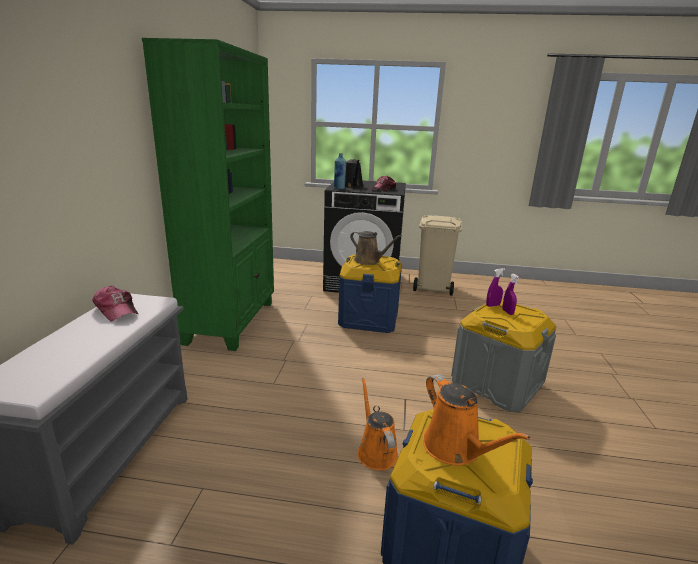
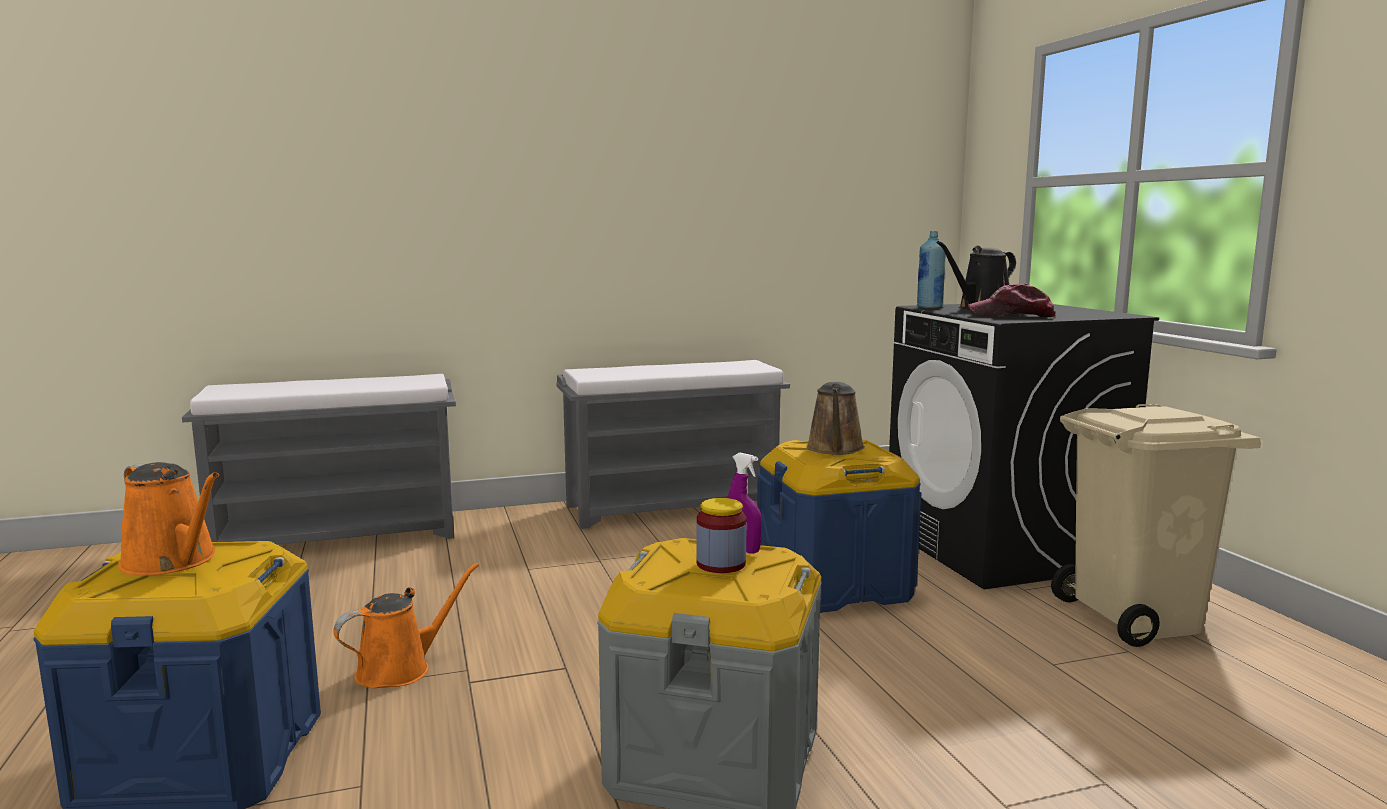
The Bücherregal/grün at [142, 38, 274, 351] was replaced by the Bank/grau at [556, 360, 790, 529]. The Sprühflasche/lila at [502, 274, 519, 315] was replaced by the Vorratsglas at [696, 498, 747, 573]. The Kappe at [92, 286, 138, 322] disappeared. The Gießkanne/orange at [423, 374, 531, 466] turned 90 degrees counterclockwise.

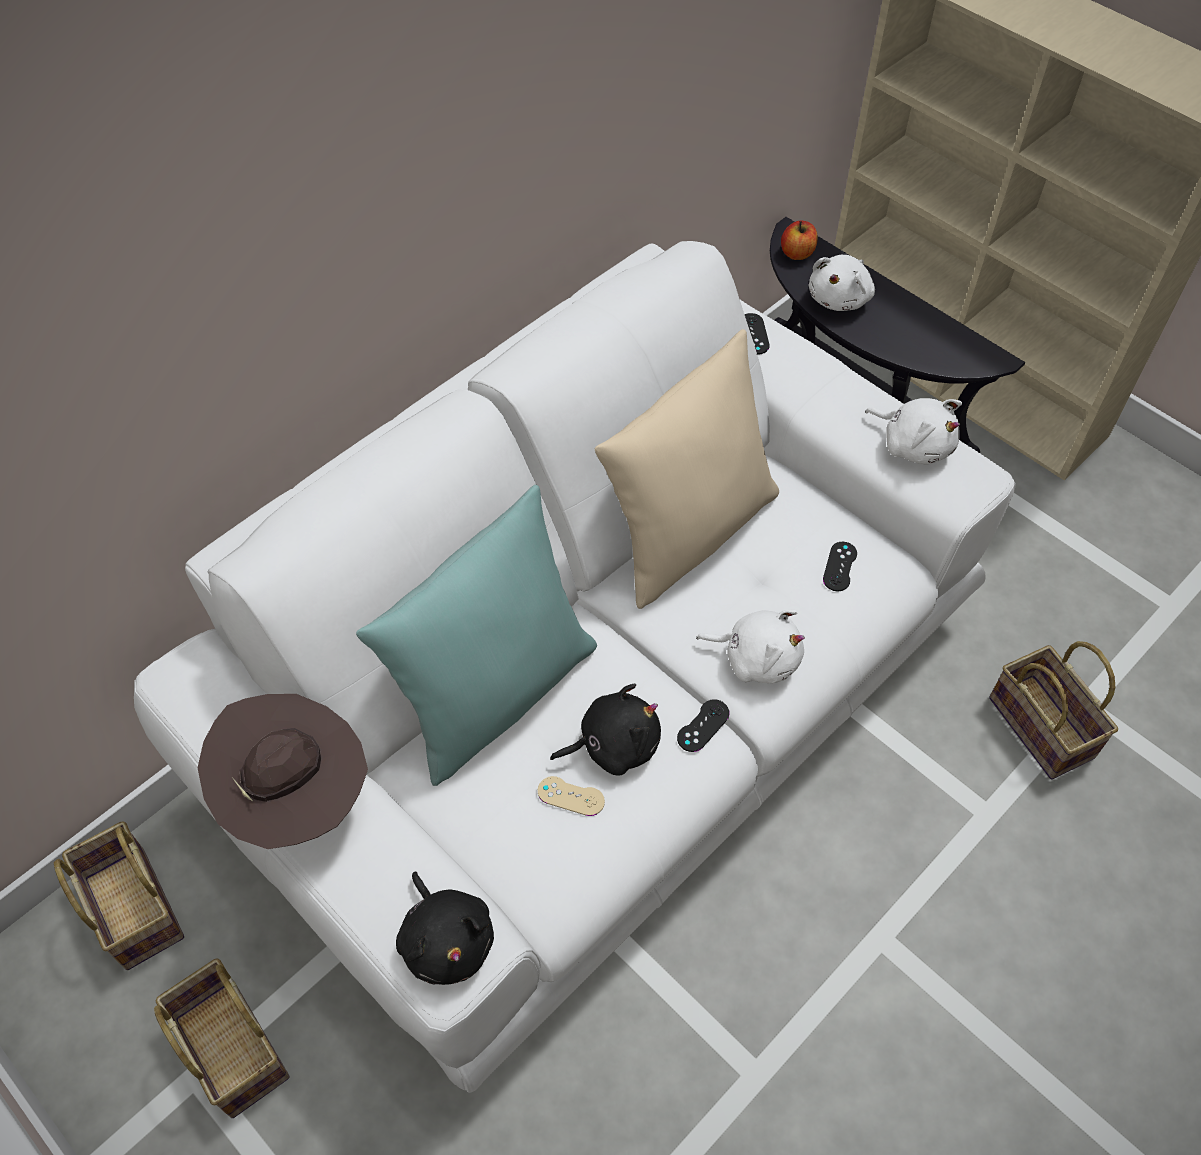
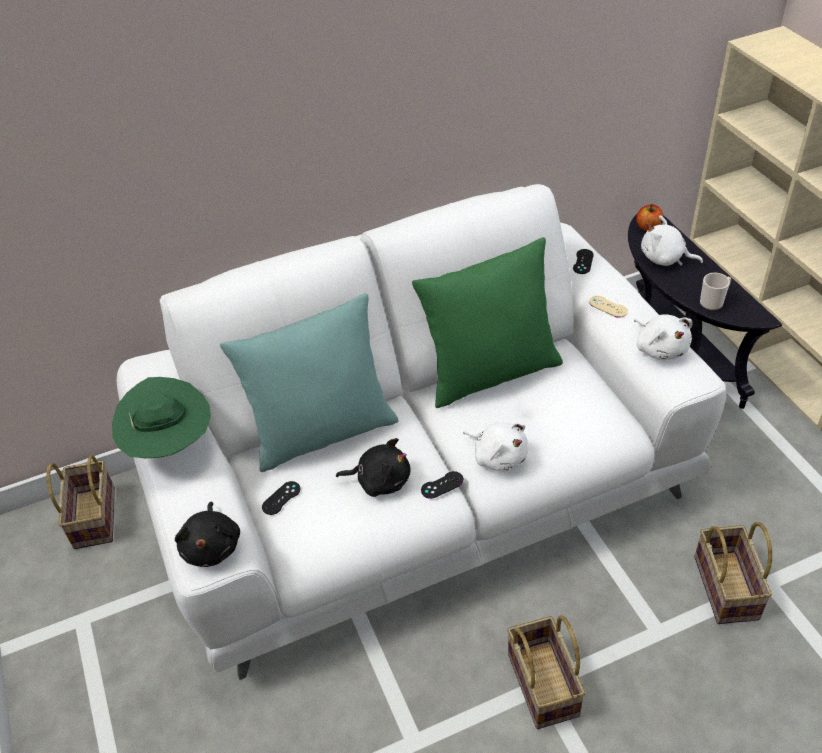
The Plüschtier/weiß at [808, 255, 875, 311] turned 60 degrees clockwise. The Kissen/beige at [595, 329, 779, 609] became the Kissen/grün at [412, 237, 563, 408]. The Gamepad/schwarz moved from [823, 542, 857, 591] to [262, 481, 300, 515]. The Hut/braun at [198, 694, 368, 849] became the Hut/grün at [112, 377, 211, 458]. The Gamepad/beige moved from [538, 776, 605, 816] to [589, 296, 628, 318]. The Korb moved from [154, 958, 290, 1118] to [507, 615, 585, 729]. The Henkelbecher at [700, 273, 731, 310] appeared.

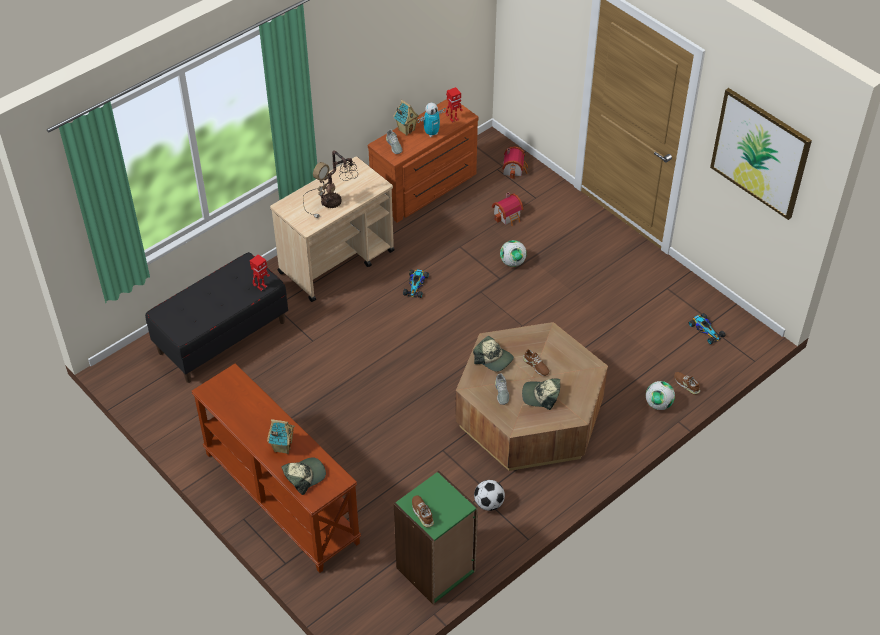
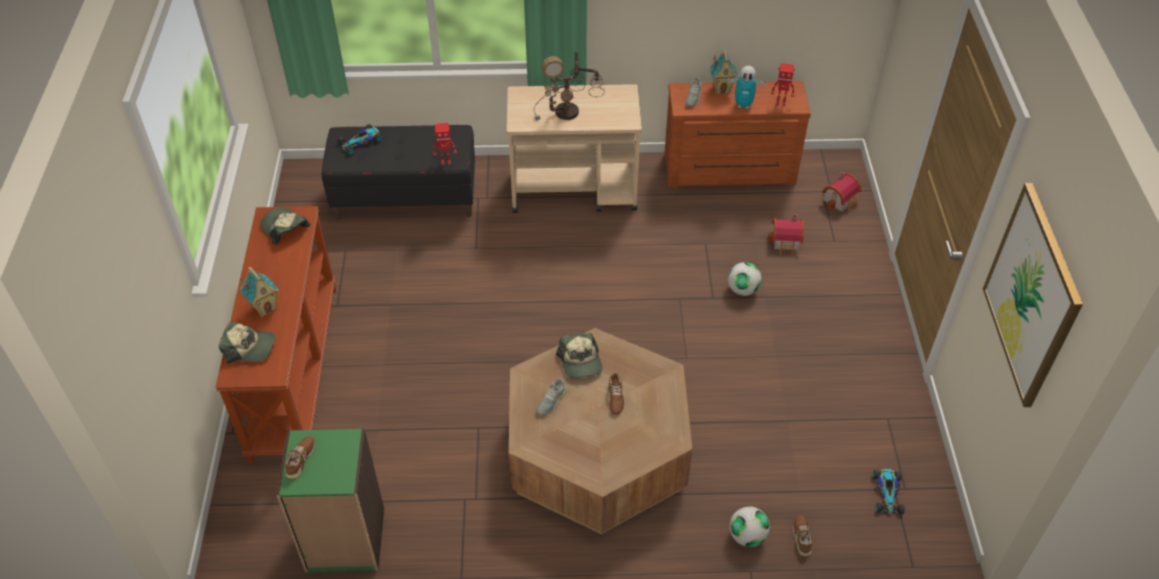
The Spielzeugauto moved from [403, 269, 429, 298] to [337, 124, 383, 155]. The Kappe moved from [522, 378, 560, 410] to [260, 207, 310, 245]. The Fußball at [474, 480, 505, 511] disappeared.

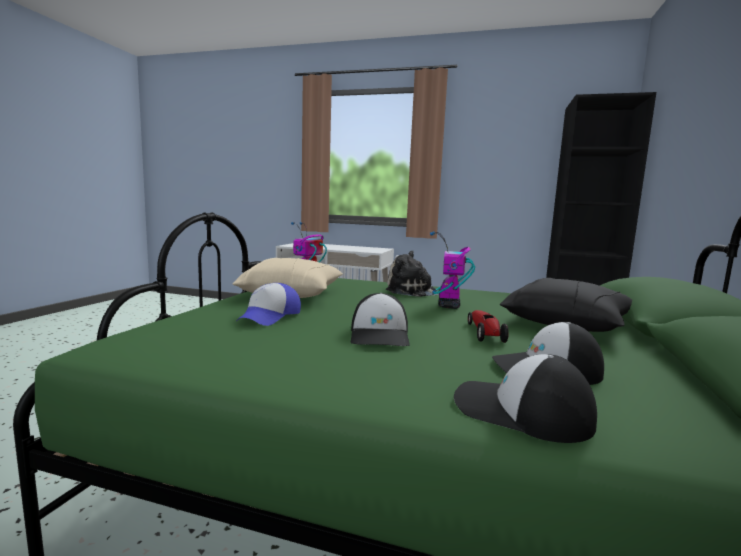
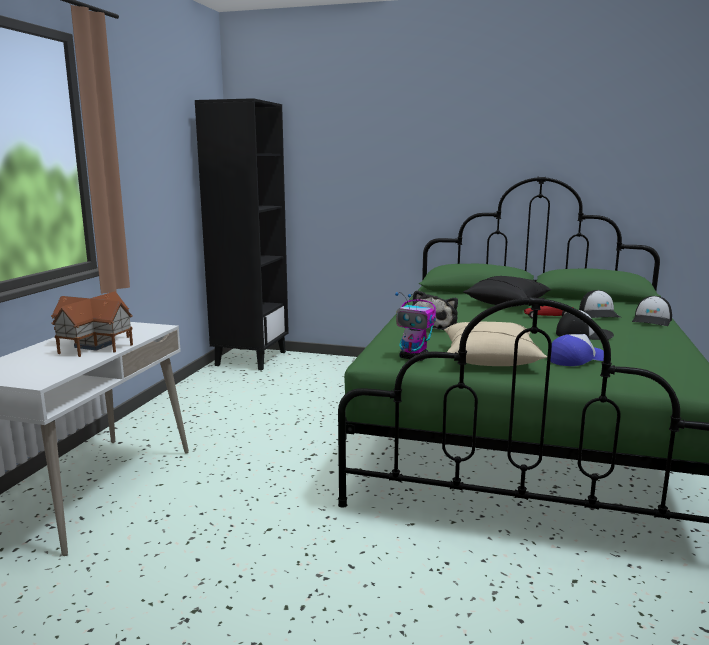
The Spielzeugroboter at [430, 231, 475, 309] disappeared. The Kappe at [236, 283, 301, 326] turned 45 degrees counterclockwise. The Spielzeughaus at [51, 291, 133, 357] appeared.

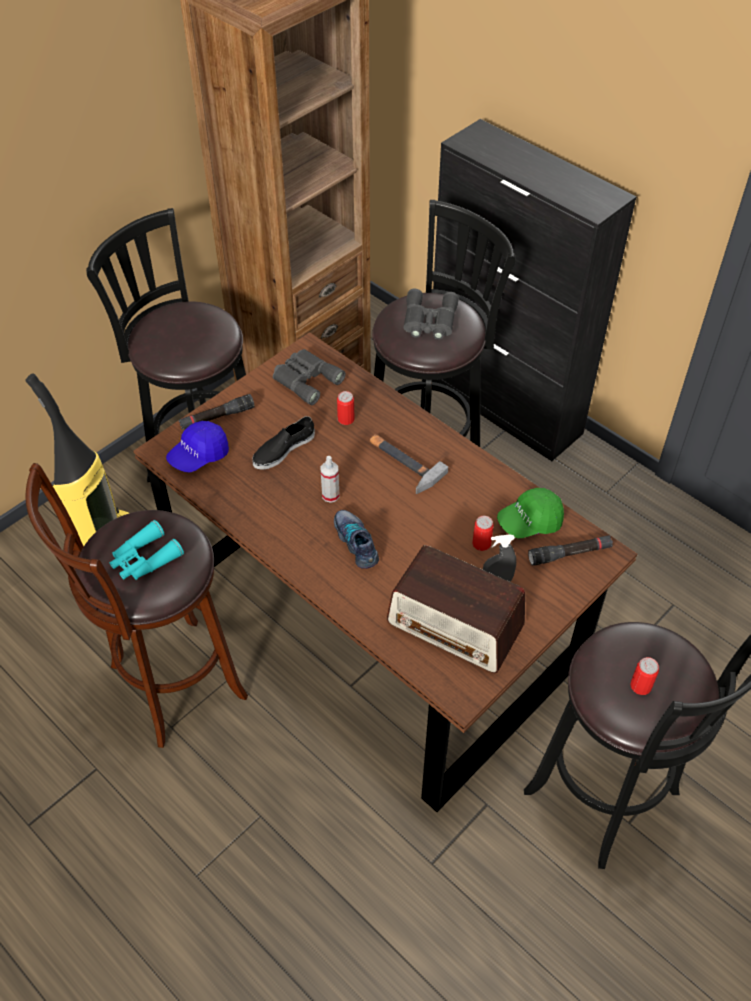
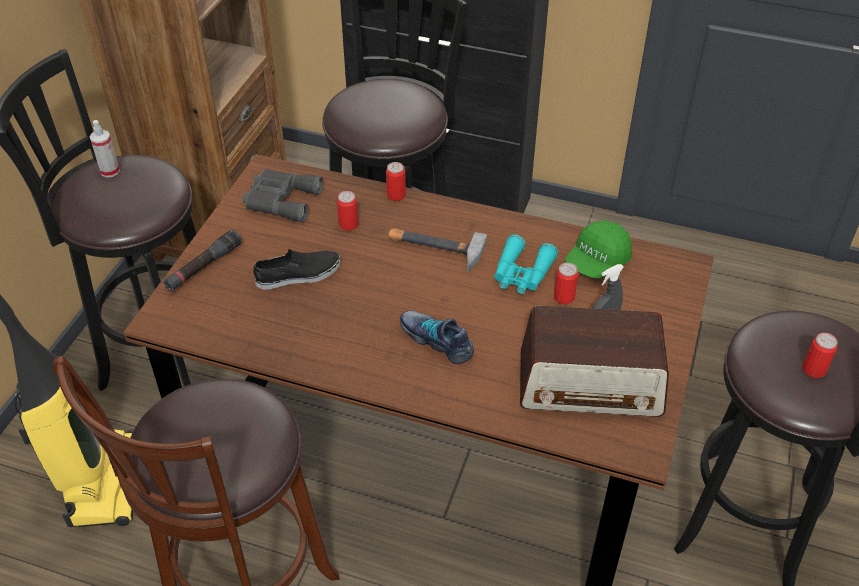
The Fernglas/grau at [404, 289, 459, 340] disappeared. The Schuh/schwarz at [252, 416, 315, 470] turned 135 degrees counterclockwise. The Kappe/blau at [166, 421, 229, 472] disappeared. The Sprühflasche moved from [321, 456, 339, 503] to [90, 120, 120, 178]. The Fernglas/türkis moved from [110, 520, 184, 580] to [494, 235, 558, 294]. The Taschenlampe/schwarz at [528, 535, 613, 566] disappeared. The Dose at [386, 162, 406, 201] appeared.

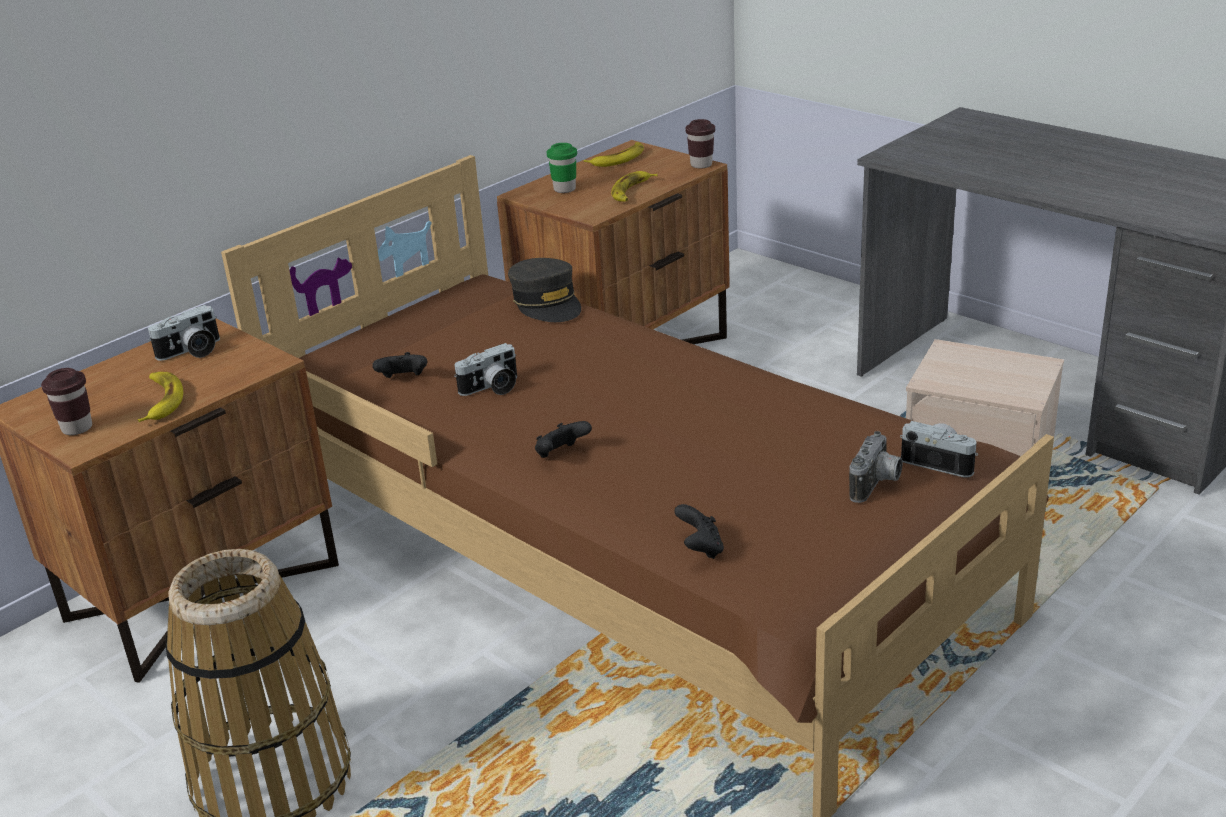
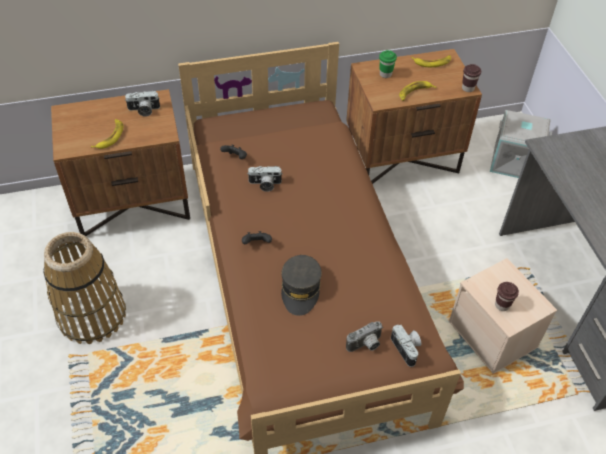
The Kappe/grau moved from [508, 258, 581, 322] to [281, 255, 322, 316]. The Tasse/braun moved from [41, 368, 92, 435] to [495, 282, 519, 311]. The Gamepad/schwarz at [674, 504, 724, 559] disappeared. The Aufbewahrungsbox/grau at [490, 110, 552, 178] appeared.

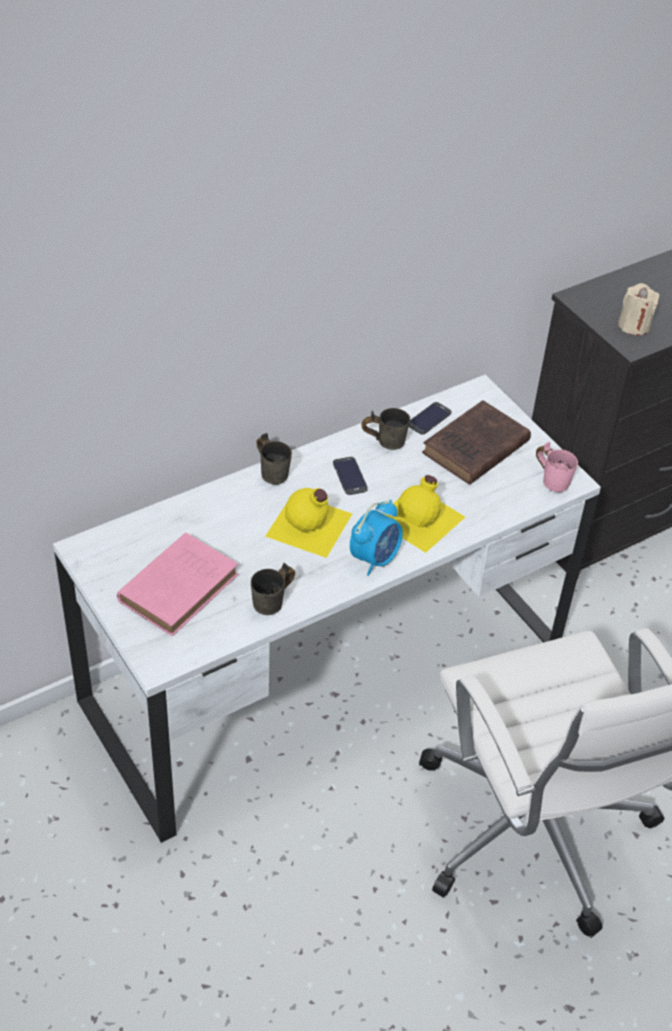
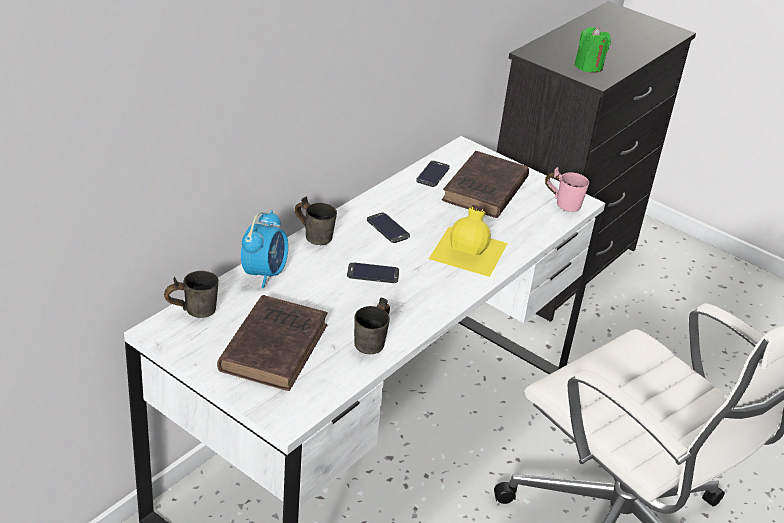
The Kerze/beige at [618, 283, 660, 335] became the Kerze/grün at [575, 27, 611, 73]. The Henkelbecher/grau moved from [362, 408, 410, 450] to [164, 271, 219, 318]. The Flasche/gelb at [265, 488, 352, 558] was replaced by the Handy at [347, 262, 399, 283]. The Wecker moved from [350, 500, 403, 576] to [241, 210, 288, 288]. The Buch/rosa at [117, 533, 239, 636] became the Buch/braun at [217, 295, 328, 391].

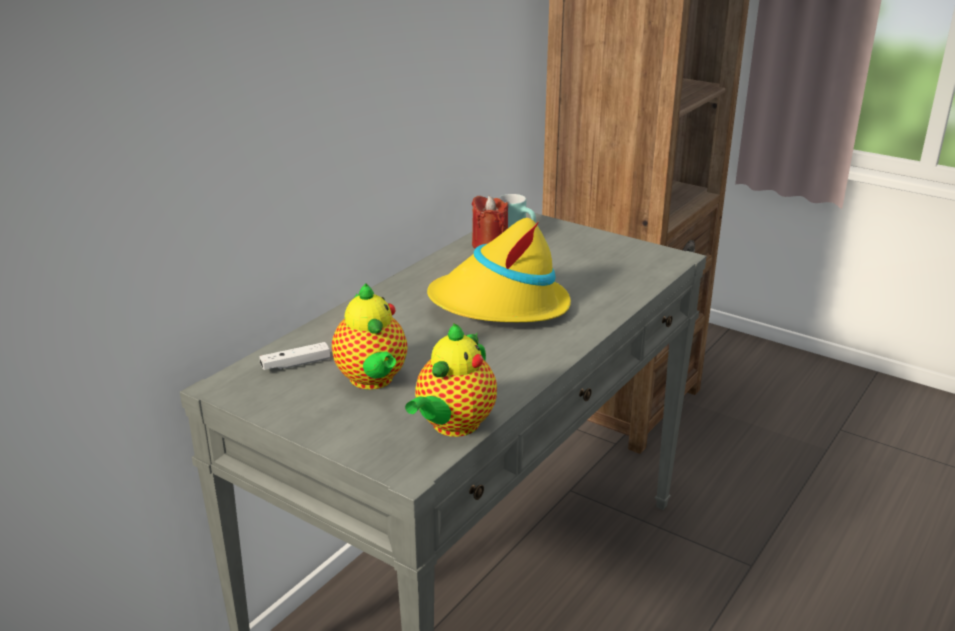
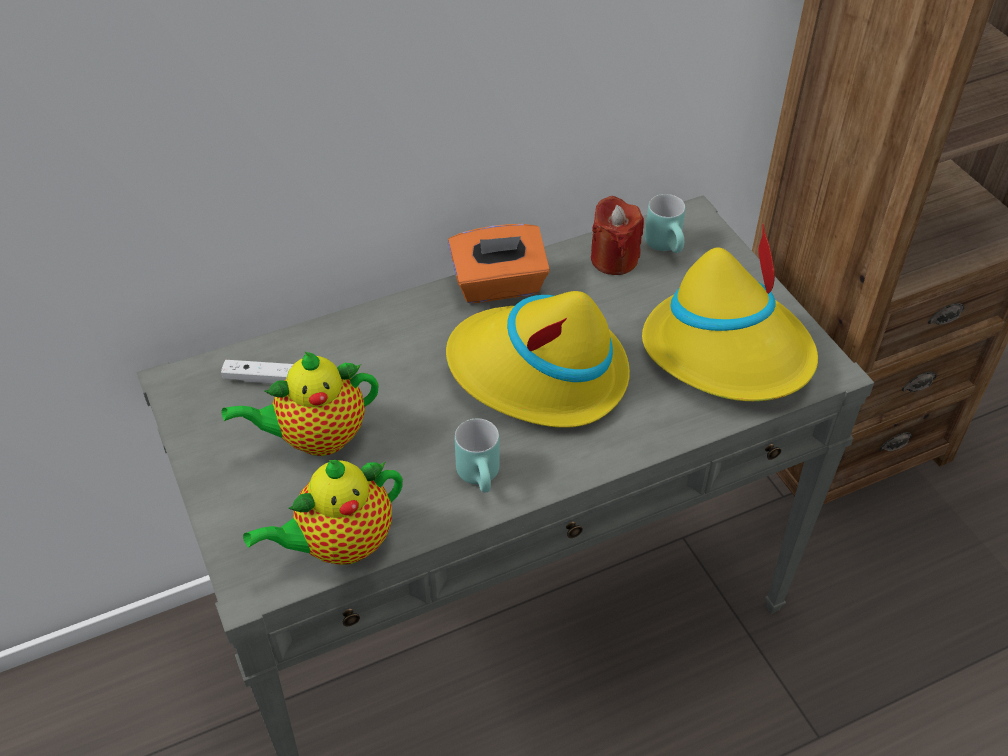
The Teekanne at [332, 283, 408, 390] turned 60 degrees clockwise. The Hut/gelb at [642, 223, 818, 401] appeared. The Taschentuchbox/orange at [448, 224, 550, 303] appeared. The Henkelbecher/türkis at [455, 419, 500, 492] appeared.

